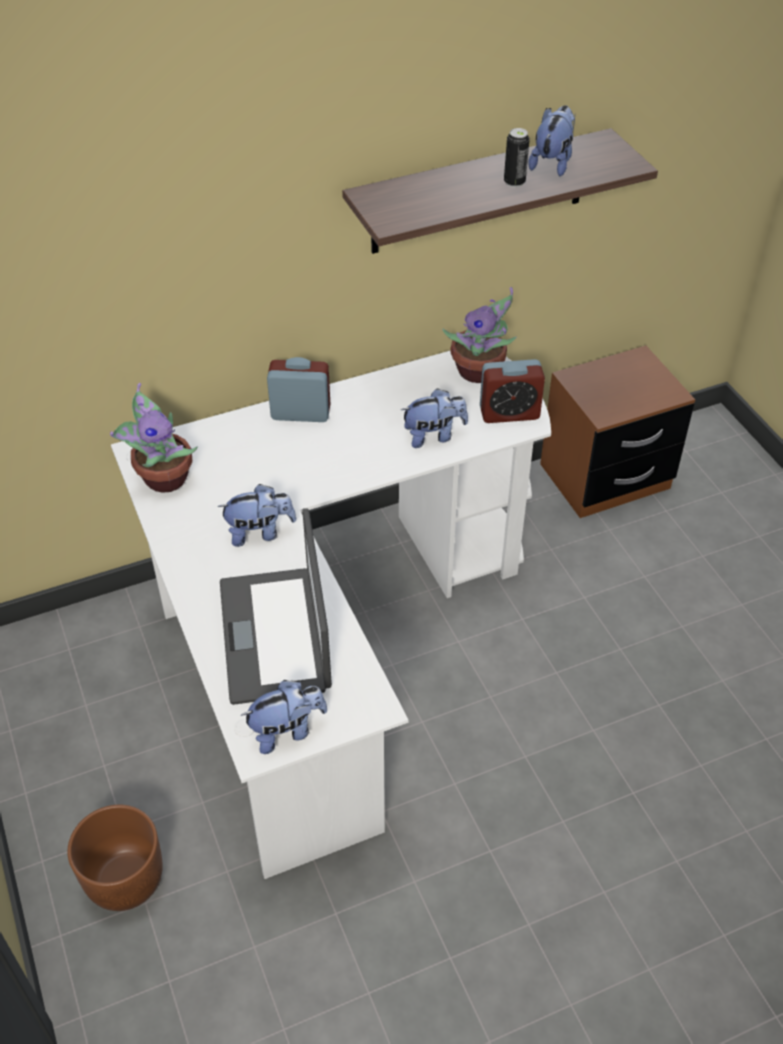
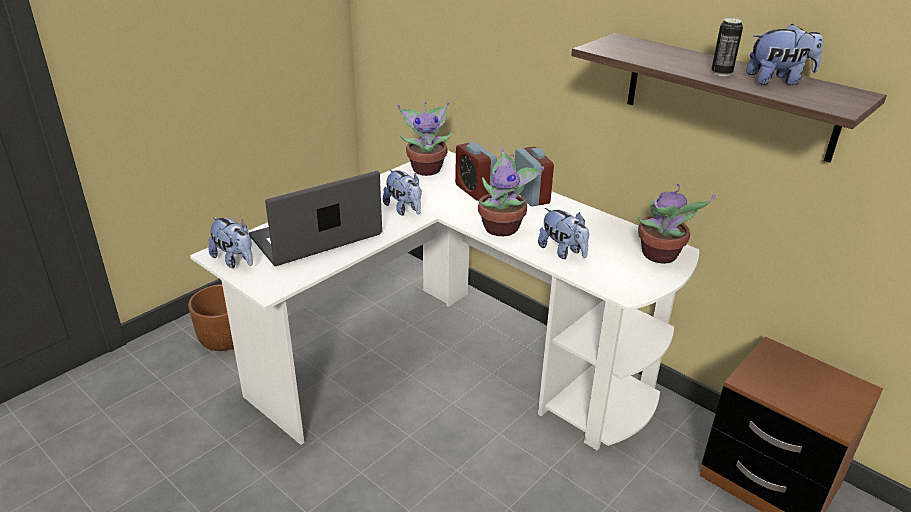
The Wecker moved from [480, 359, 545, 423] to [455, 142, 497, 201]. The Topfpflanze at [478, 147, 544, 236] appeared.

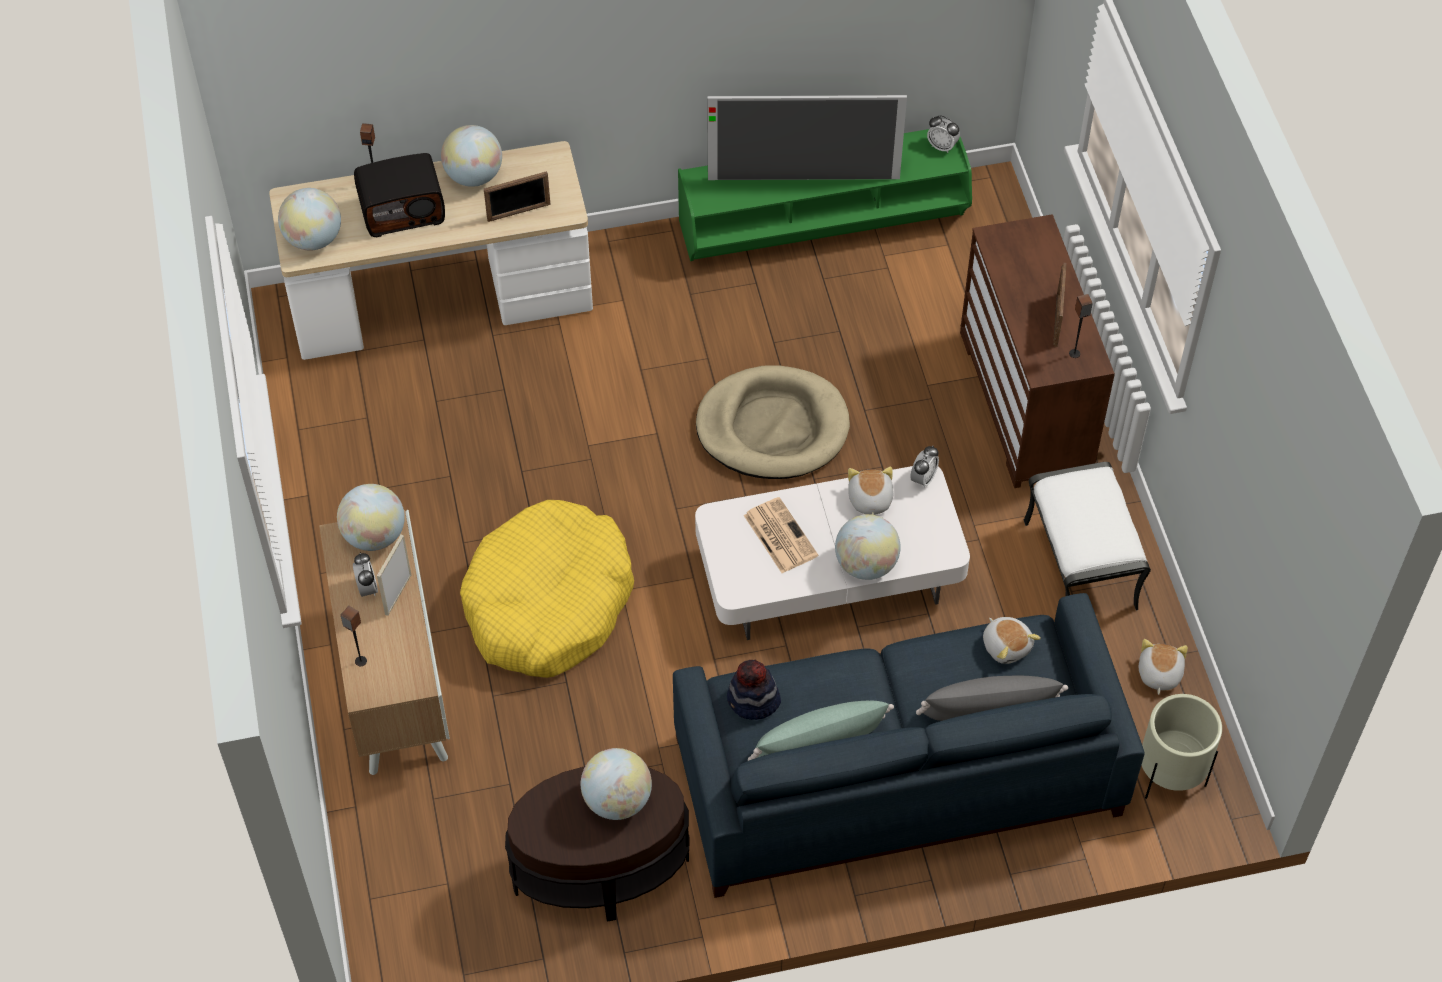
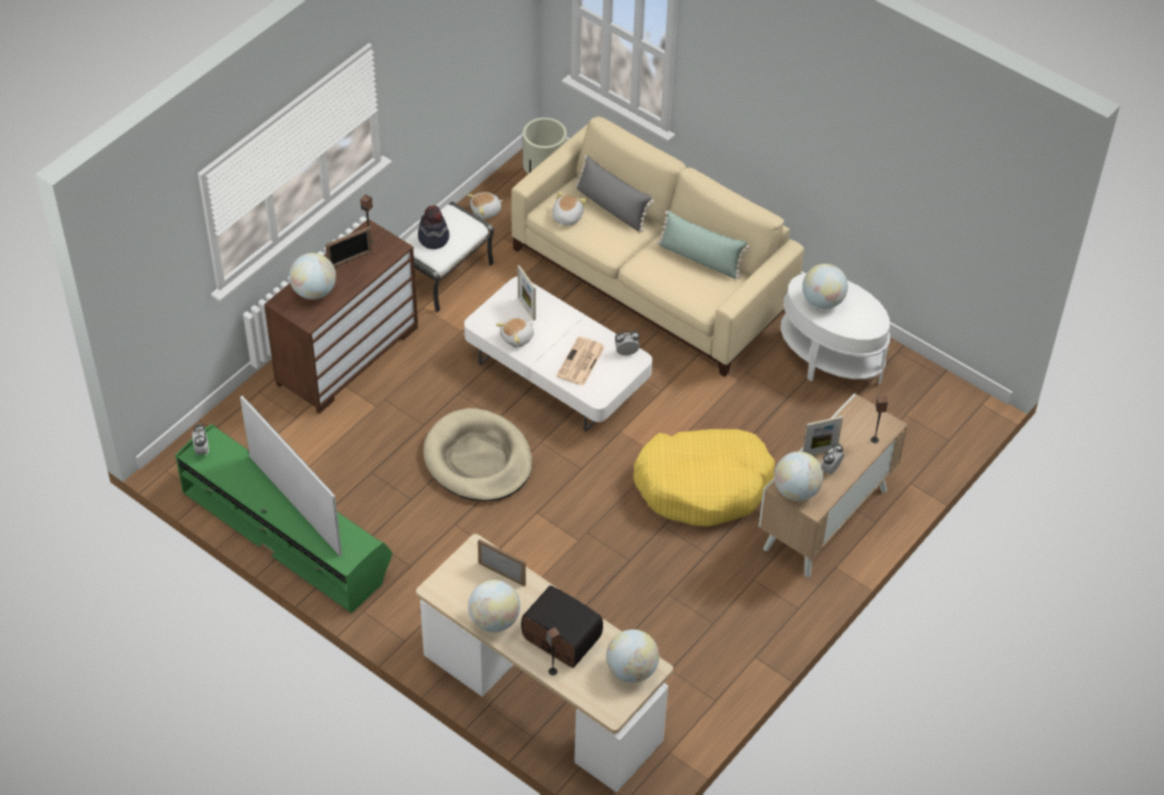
The Wecker moved from [910, 446, 939, 488] to [615, 331, 640, 356]. The Globus moved from [835, 514, 901, 580] to [289, 253, 336, 300]. The Sofa/blau at [673, 593, 1145, 898] became the Sofa/beige at [511, 117, 804, 377]. The Hut moved from [727, 660, 781, 720] to [418, 205, 449, 249]. The Beistelltisch/braun at [505, 766, 689, 922] became the Beistelltisch/weiß at [780, 273, 890, 385]. The Bilderrahmen at [518, 265, 536, 320] appeared.

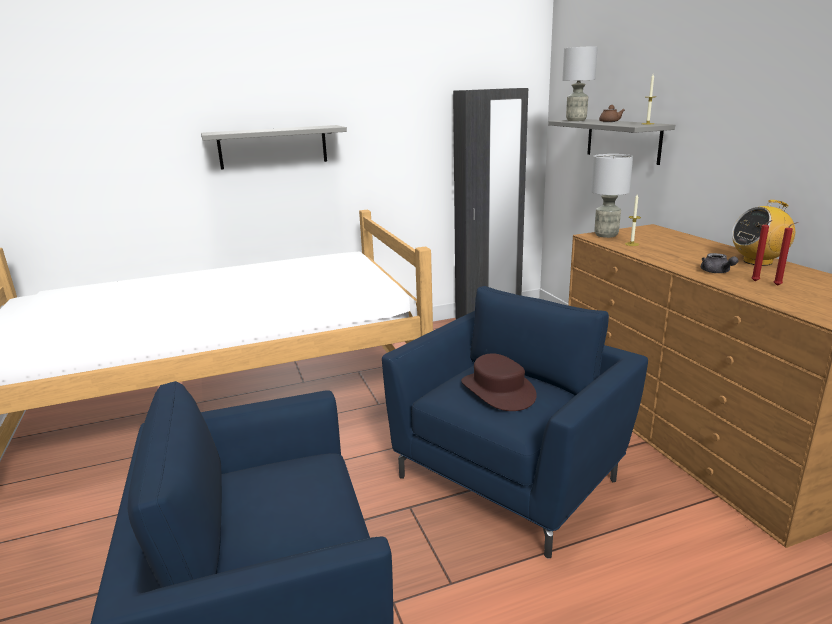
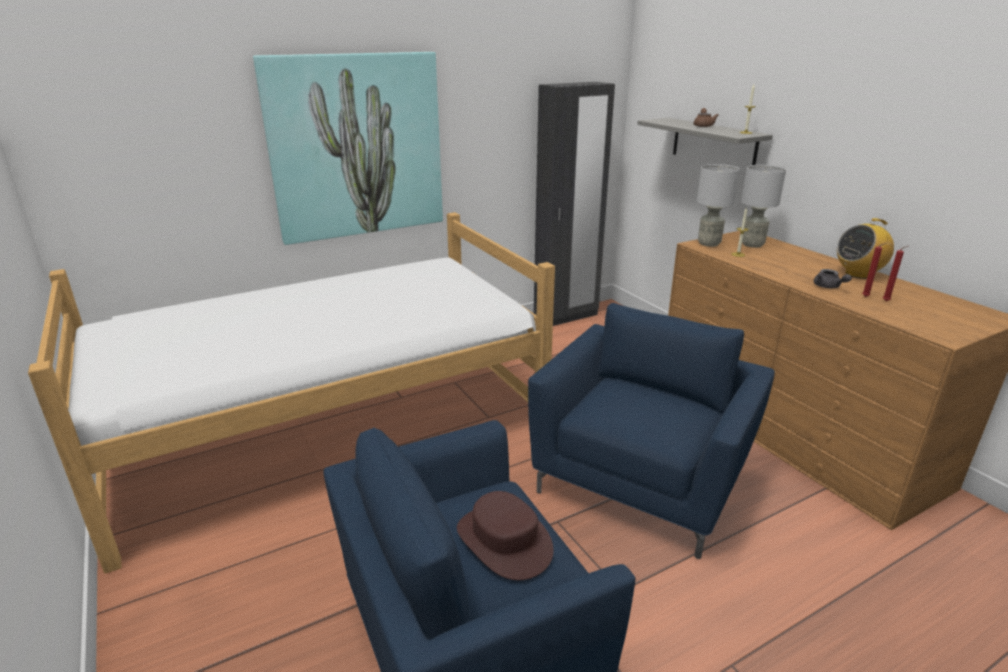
The Tischlampe/grau moved from [562, 46, 598, 121] to [741, 165, 786, 248]. The Wandregal/grau at [201, 125, 347, 170] was replaced by the Bild at [253, 52, 443, 245]. The Hut/braun moved from [461, 353, 537, 411] to [457, 491, 554, 580].

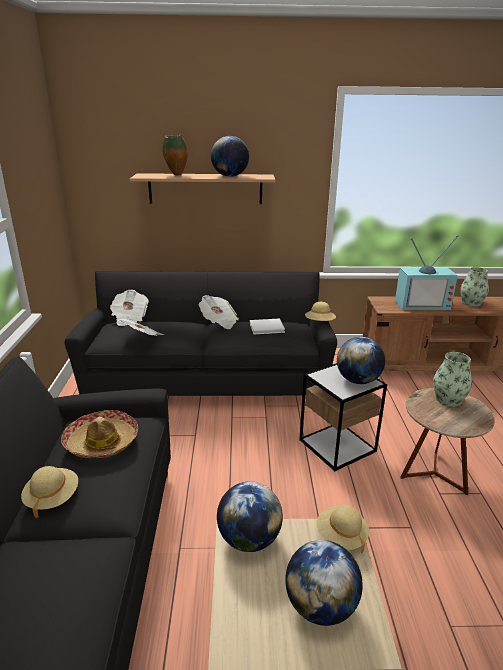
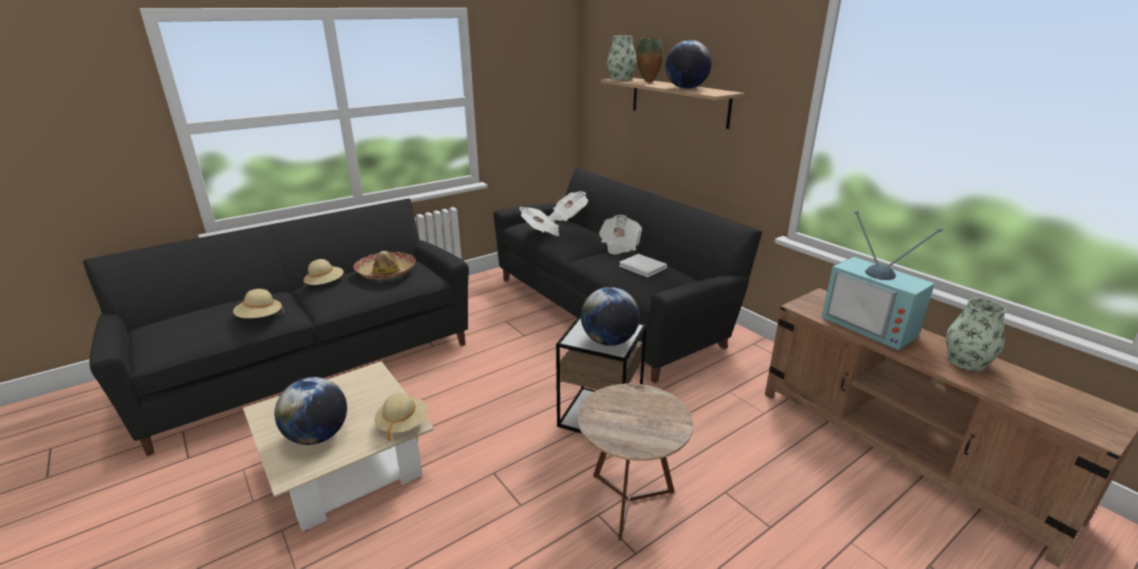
The Hut/beige moved from [305, 302, 336, 321] to [233, 289, 284, 318]. The Vase moved from [433, 352, 472, 407] to [607, 36, 637, 81]. The Globus at [217, 482, 283, 552] disappeared.

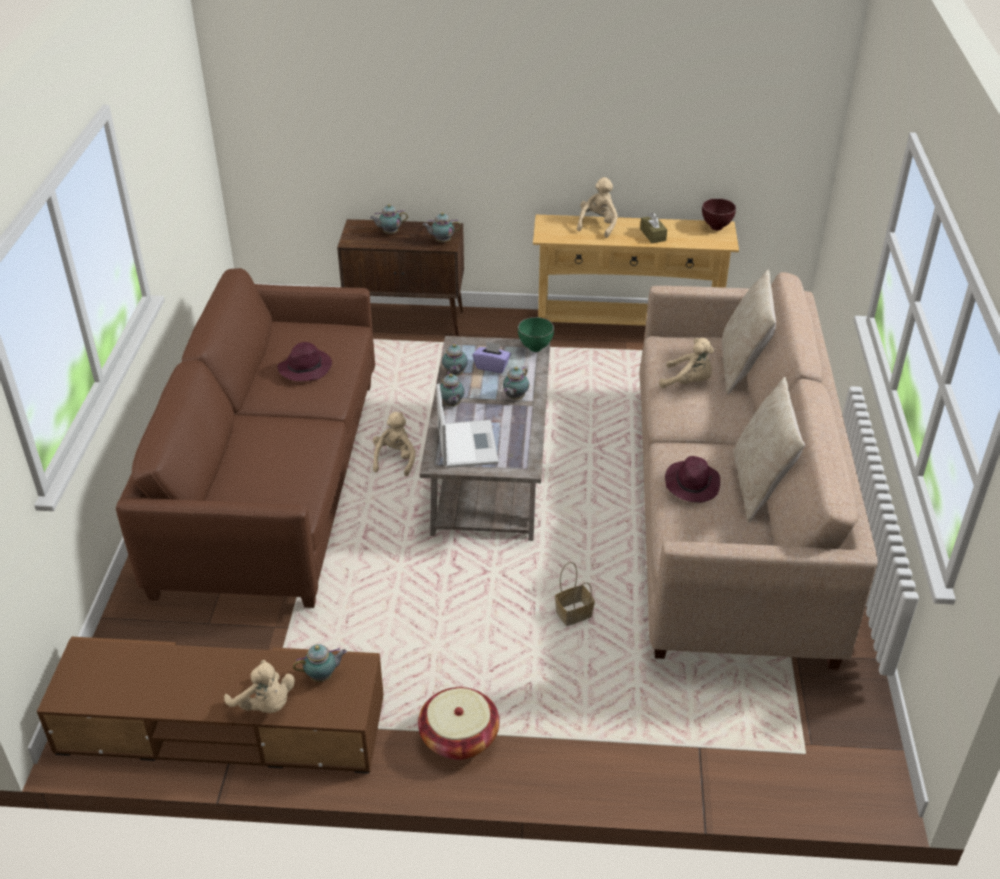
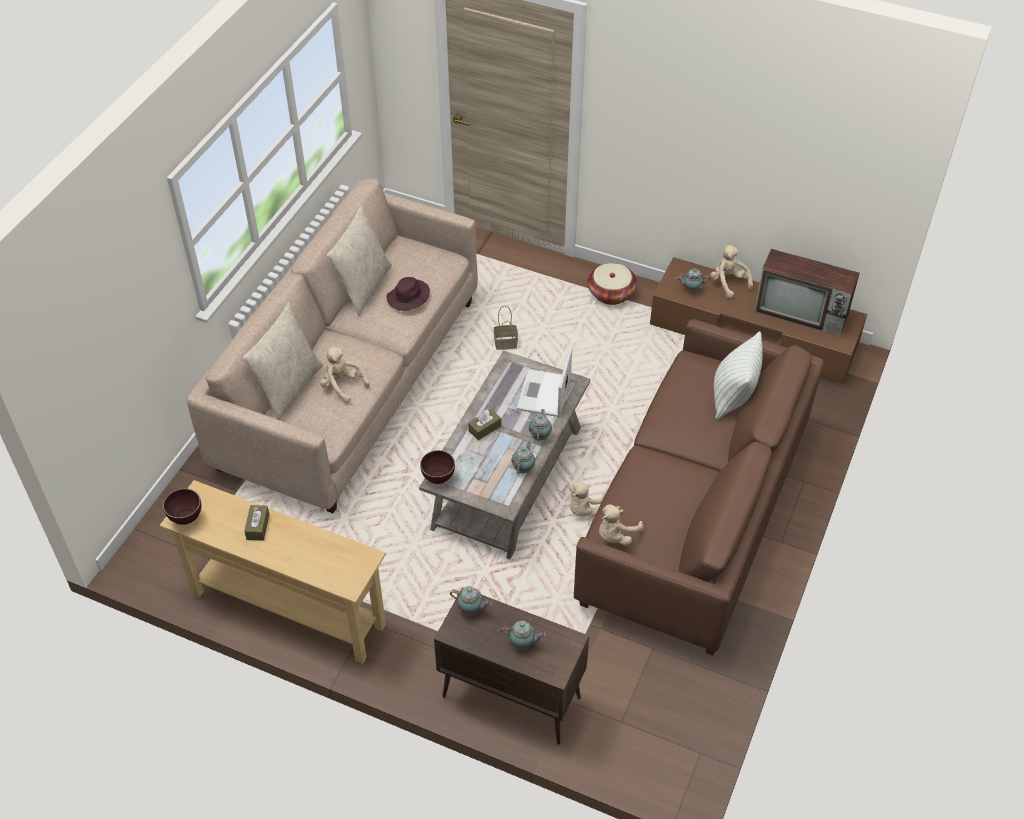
The Plüschtier/beige moved from [577, 177, 618, 238] to [599, 504, 644, 546]. The Schüssel/grün at [518, 317, 554, 352] became the Schüssel/braun at [420, 450, 455, 484]. The Taschentuchbox/lila at [473, 341, 511, 373] disappeared. The Hut/lila at [277, 342, 332, 381] disappeared. The Teekanne at [503, 367, 529, 399] was replaced by the Taschentuchbox/braun at [468, 409, 501, 440]. The Fernseher at [754, 249, 860, 336] appeared. The Kissen at [714, 331, 763, 420] appeared.

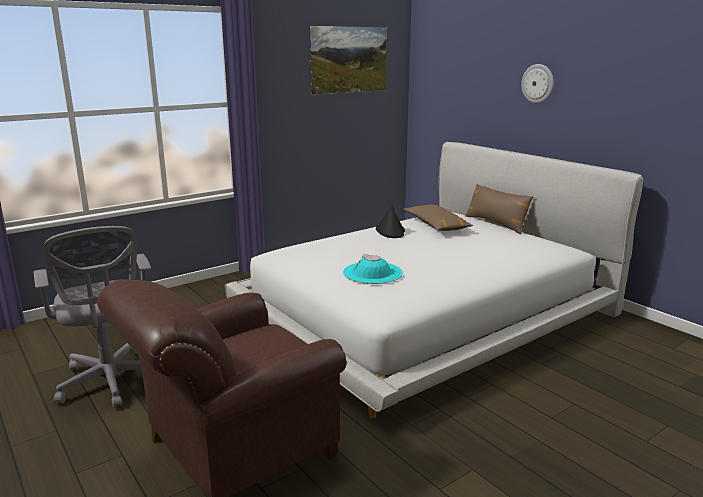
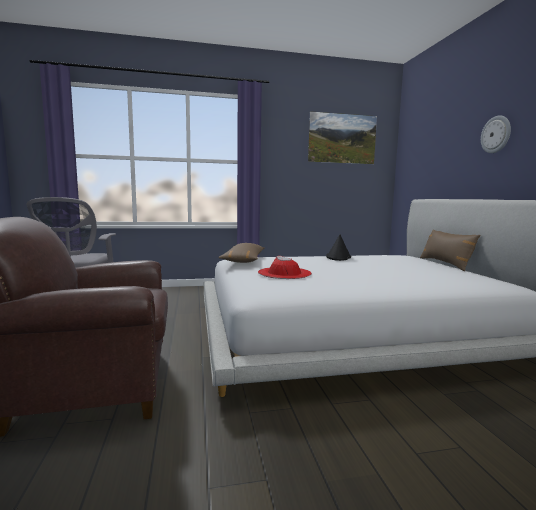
The Kissen/braun moved from [403, 204, 473, 231] to [219, 243, 265, 263]. The Hut/türkis at [343, 254, 403, 284] became the Hut/rot at [258, 256, 312, 279].

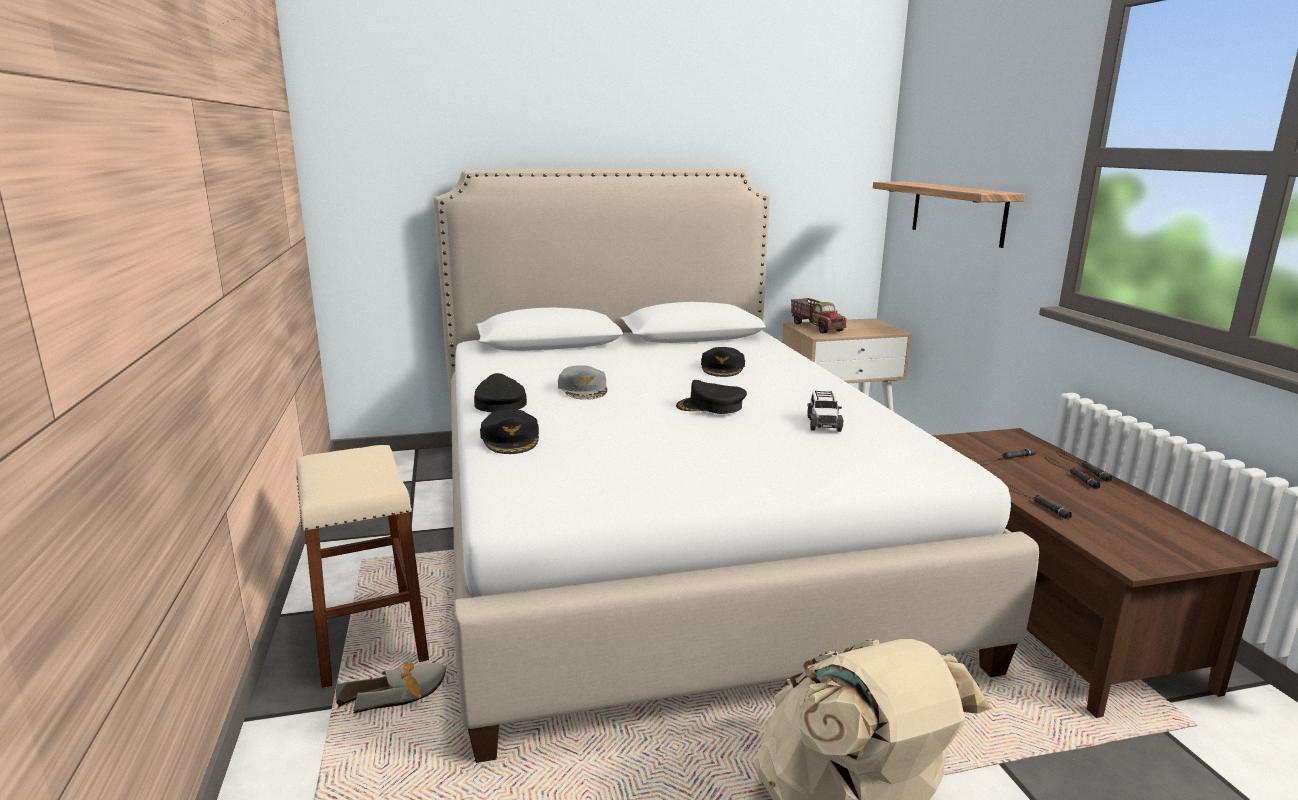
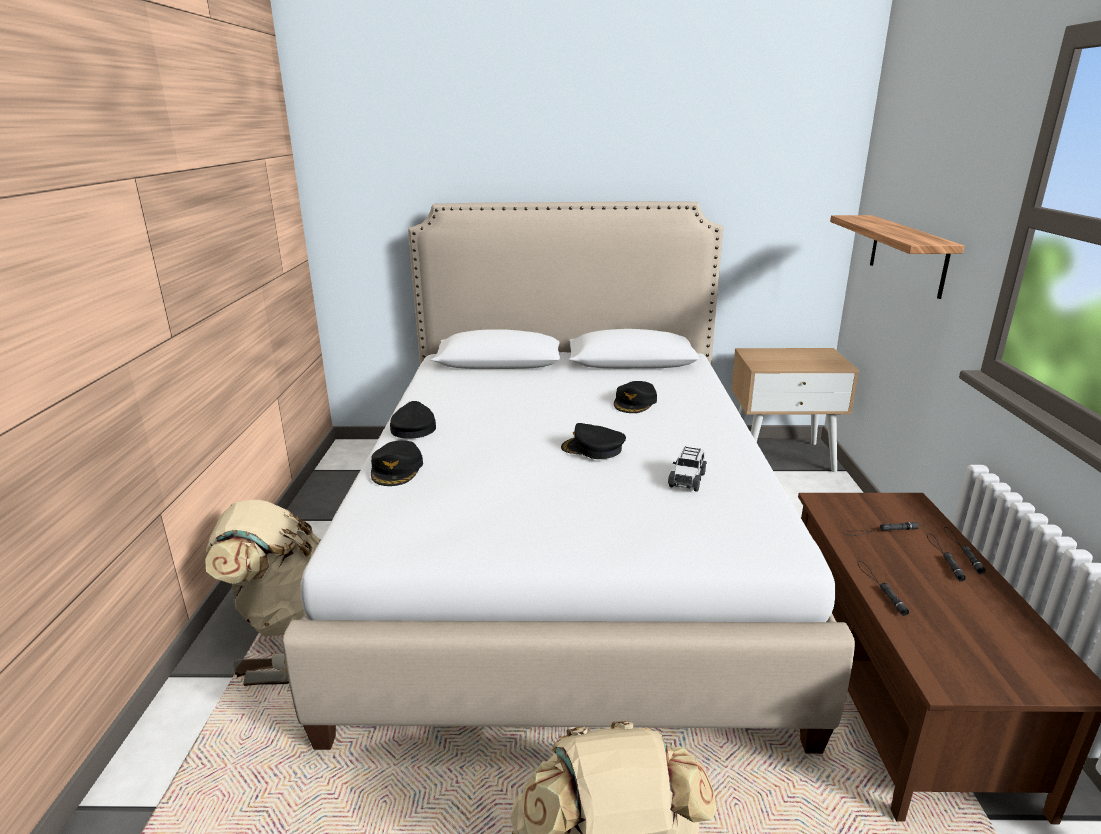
The Spielzeuglaster at [791, 298, 847, 333] disappeared. The Kappe/grau at [558, 365, 608, 400] disappeared. The Hocker/beige at [296, 445, 429, 688] was replaced by the Rucksack/beige at [205, 500, 321, 636].

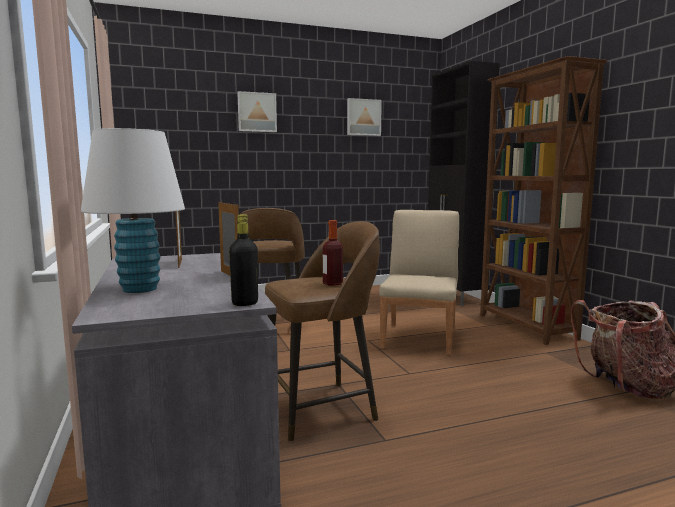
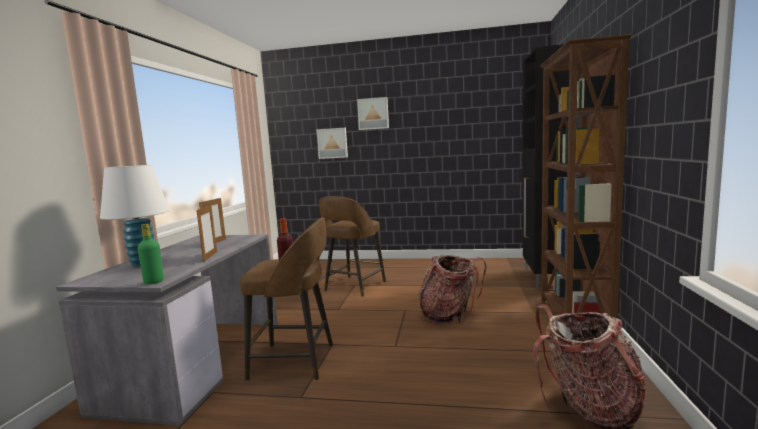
The Bild moved from [347, 98, 382, 136] to [316, 128, 348, 159]. The Stuhl/beige at [379, 210, 459, 355] was replaced by the Rucksack at [418, 254, 487, 324]. The Flasche/schwarz at [229, 214, 258, 306] became the Flasche/grün at [137, 224, 164, 284].

